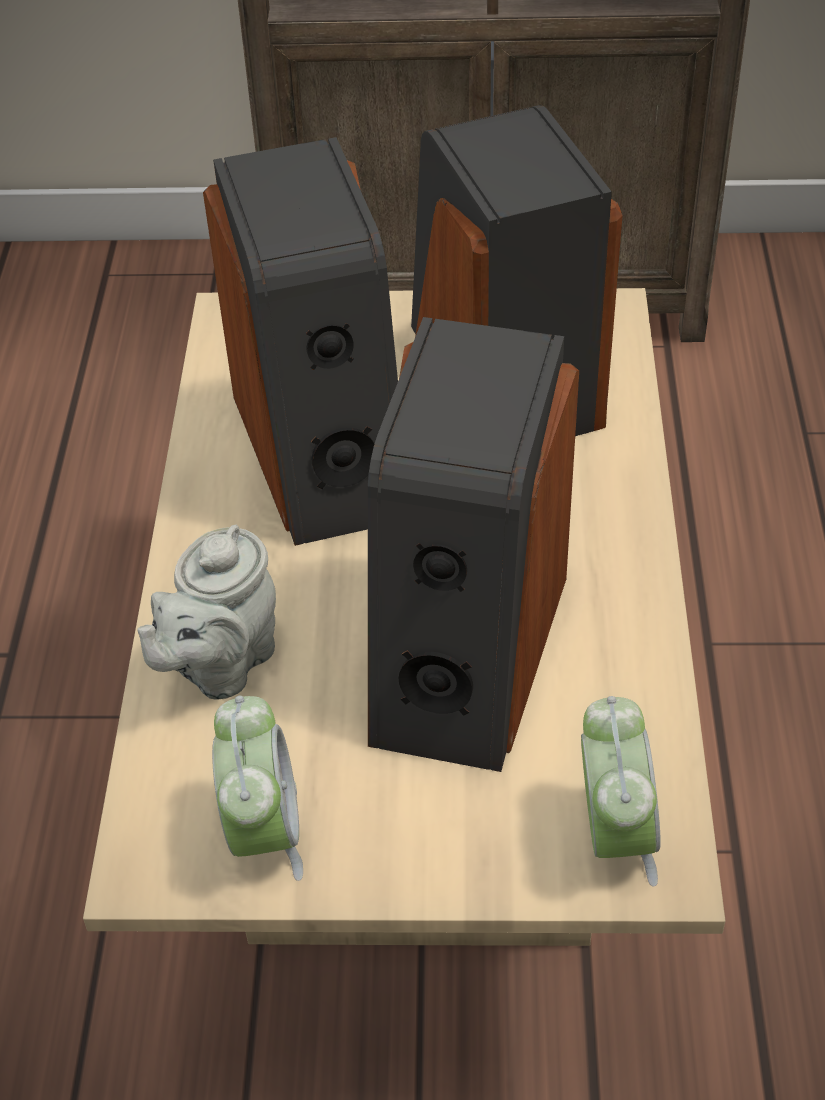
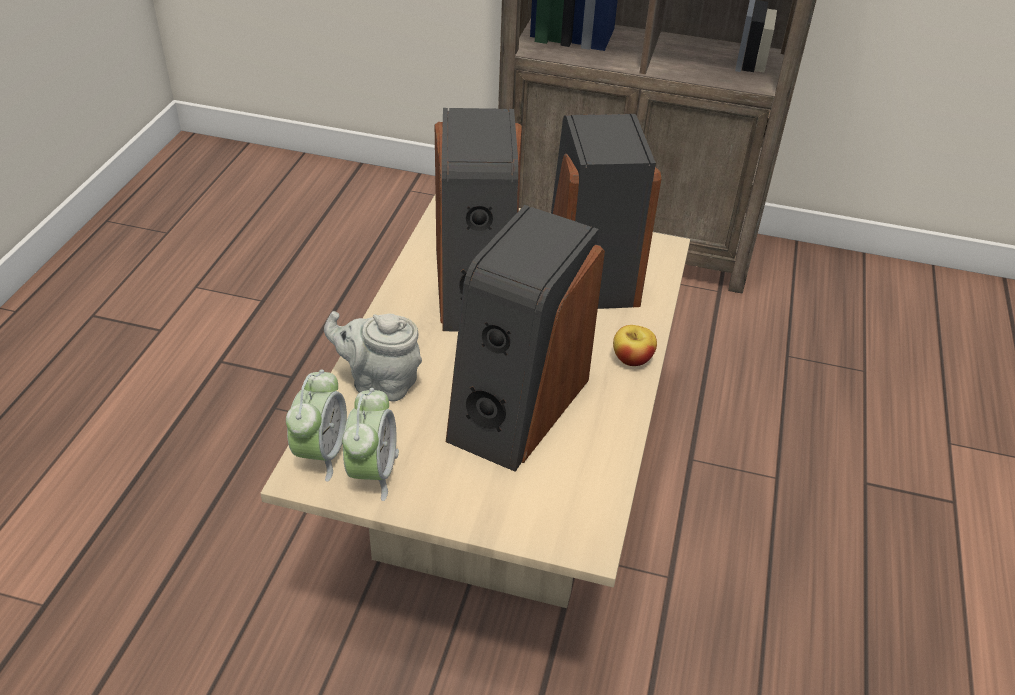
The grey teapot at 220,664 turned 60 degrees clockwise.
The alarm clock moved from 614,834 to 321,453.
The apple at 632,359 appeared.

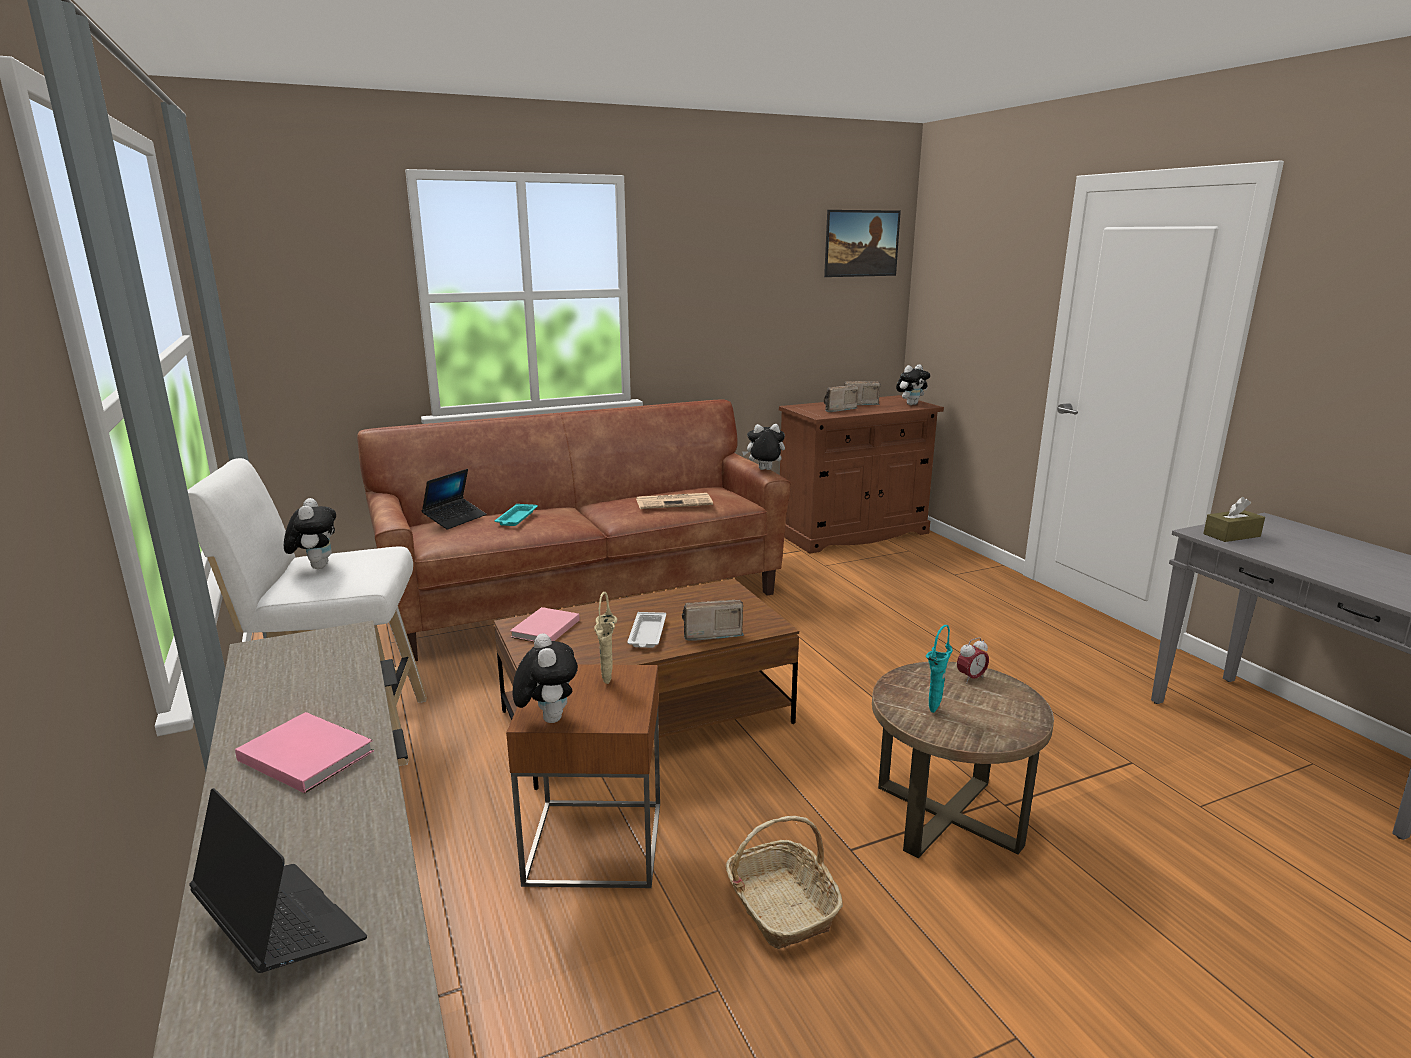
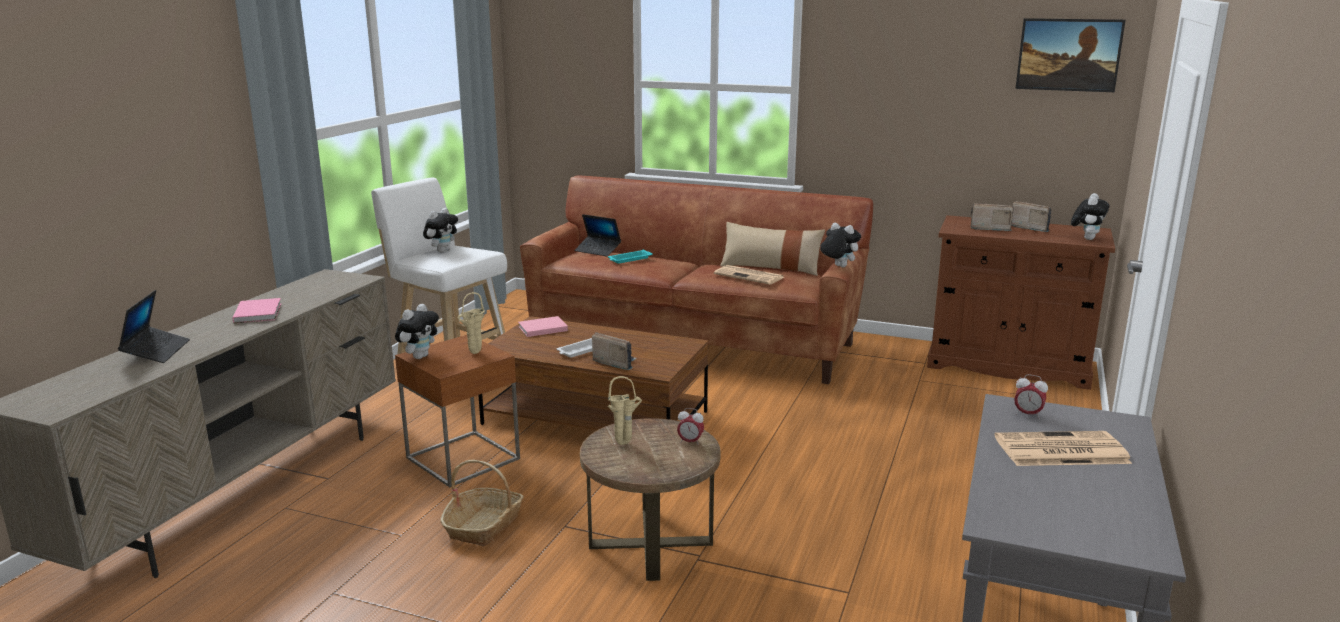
The laptop at 455,519 turned 45 degrees clockwise.
The plush toy at 911,404 turned 75 degrees counterclockwise.
The turquoise vase at 934,709 became the beige vase at 625,444.
The brown tissue box at 1231,535 was replaced by the alarm clock at 1027,414.
The beige pillow at 771,268 appeared.
The newspaper at 1059,450 appeared.

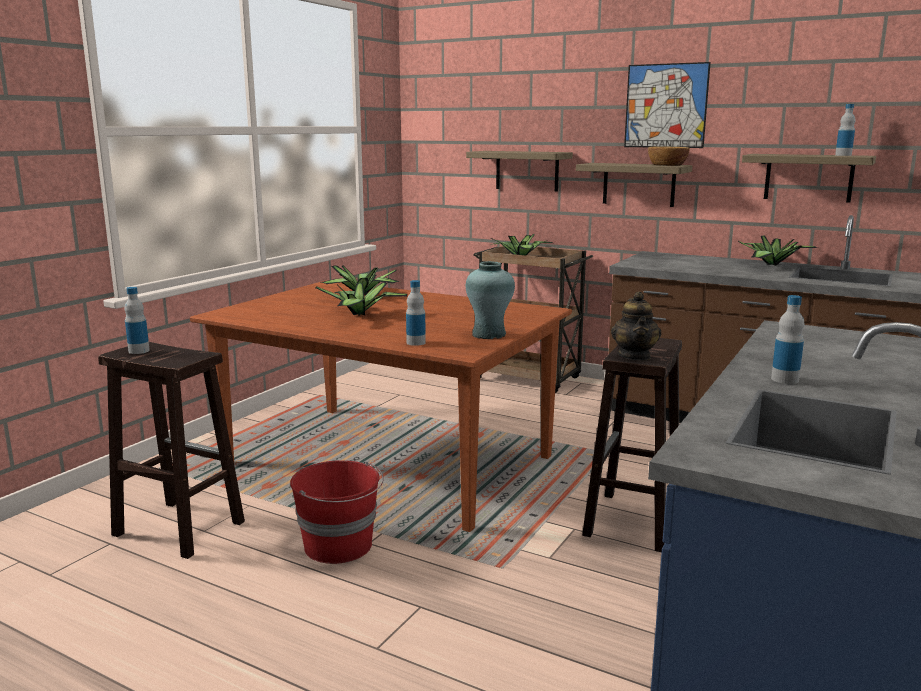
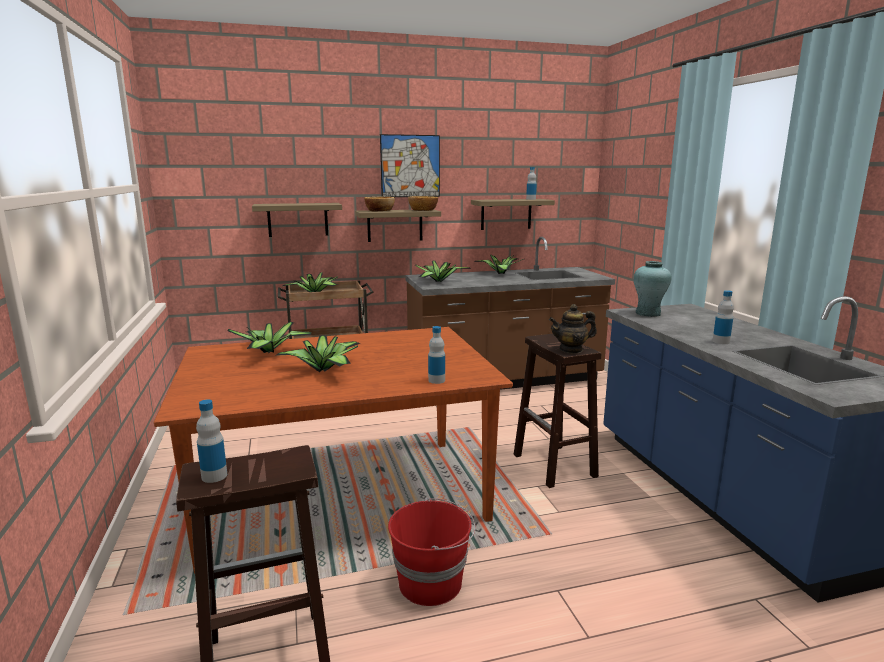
The turquoise vase moved from 489,334 to 648,313.
The teapot at 634,356 turned 120 degrees clockwise.
The bowl at 380,210 appeared.
The potted plant at 438,281 appeared.

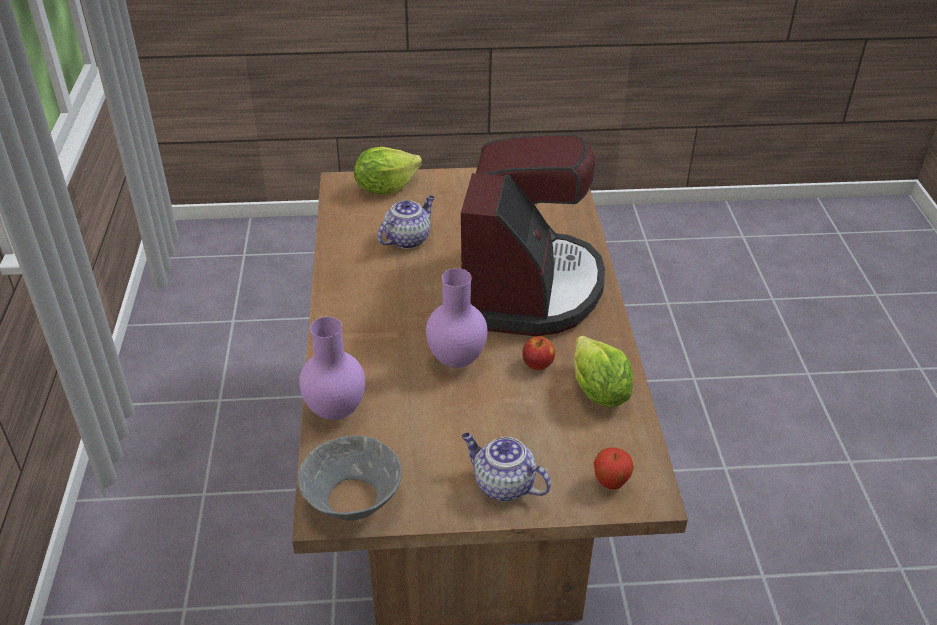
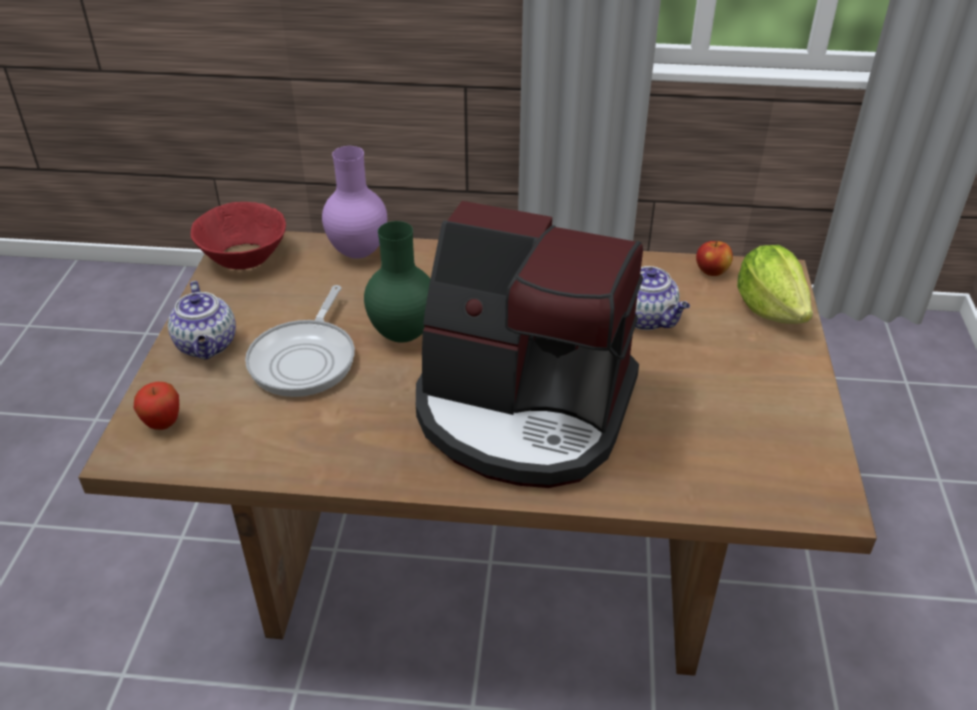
The grey bowl at 353,499 became the red bowl at 244,257.
The purple vase at 457,359 became the green vase at 404,336.
The teapot at 502,485 turned 120 degrees clockwise.
The apple moved from 537,365 to 712,271.
The lettuce at 598,392 disappeared.
The frying pan at 305,359 appeared.

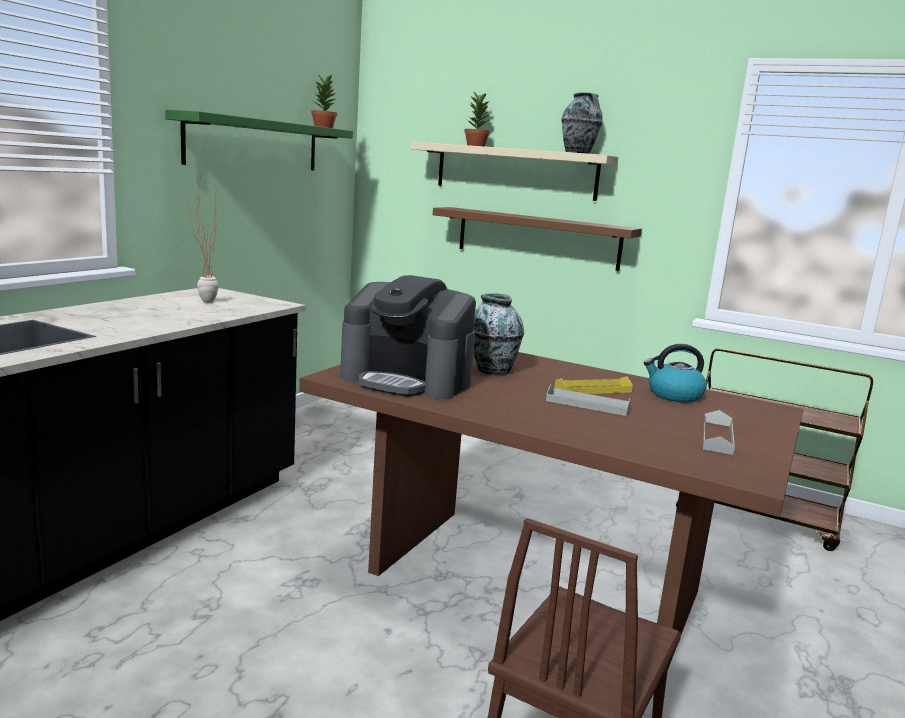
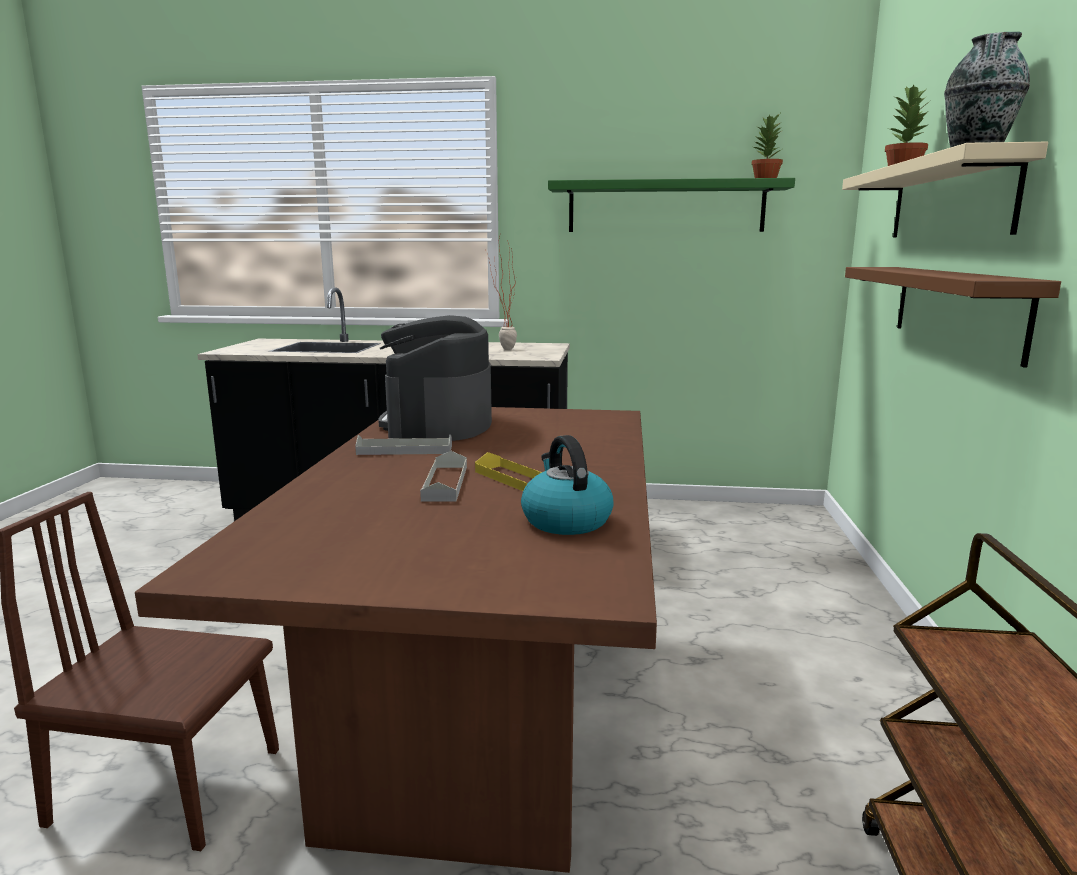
The vase at 492,370 disappeared.
The grey tray moved from 717,437 to 405,450.

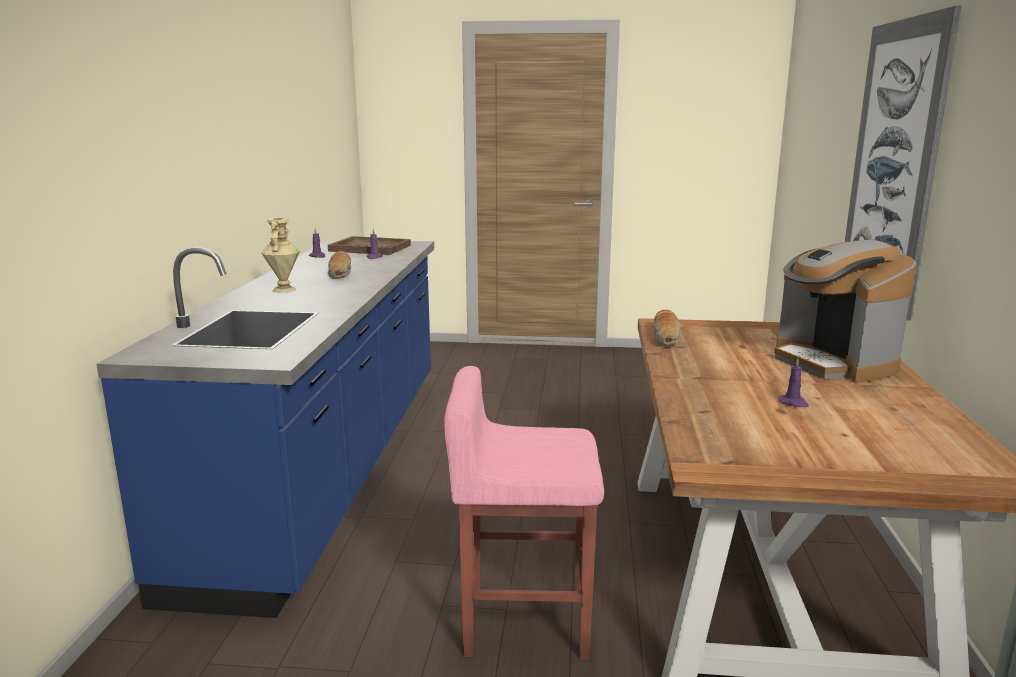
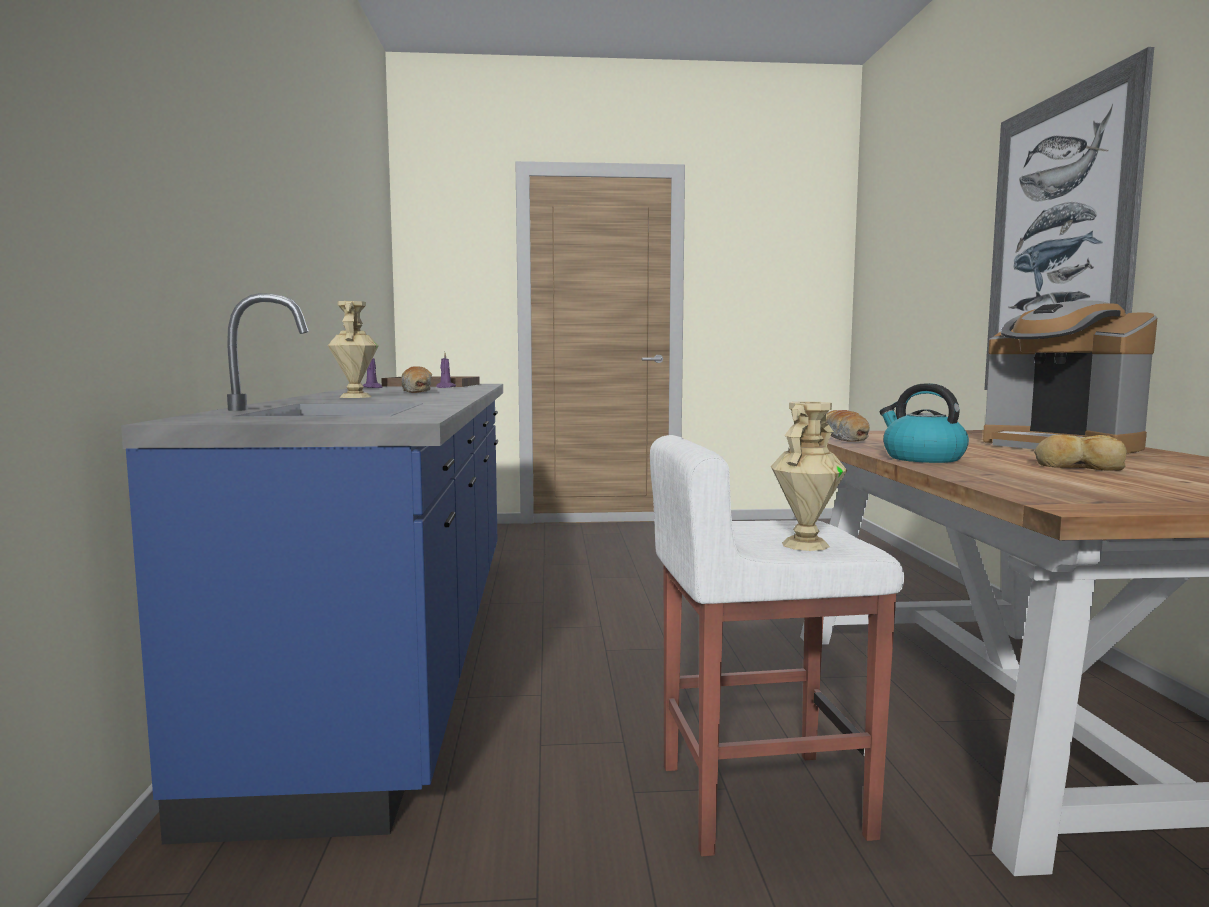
The pink stool at 524,621 became the white stool at 758,800.
The purple candle at 793,403 was replaced by the bread at 1077,466.
The beige vase at 804,544 appeared.
The kettle at 922,458 appeared.

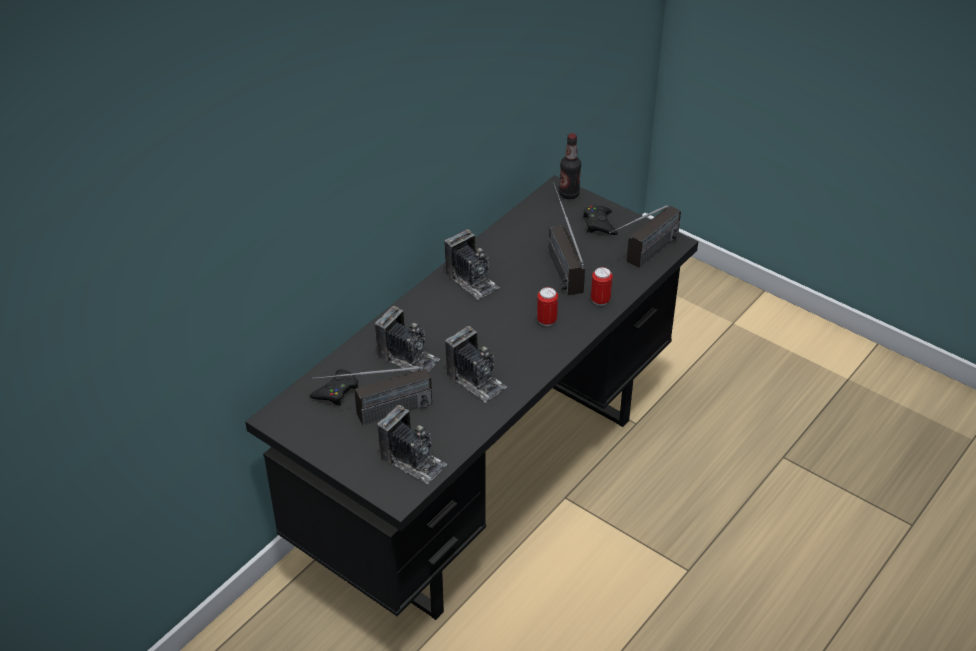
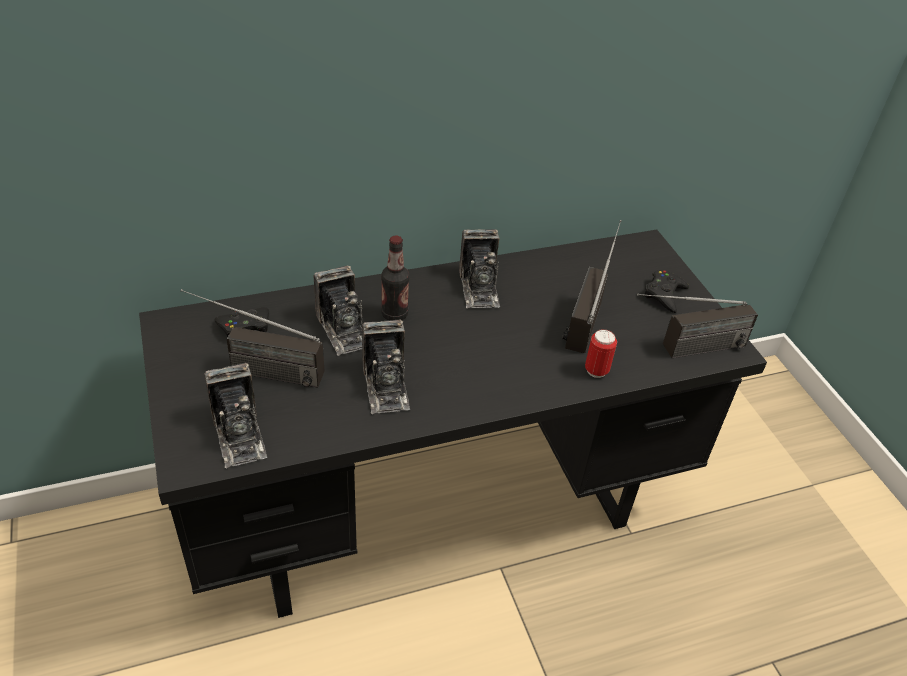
The can at 546,320 disappeared.
The bottle moved from 569,194 to 394,314.

